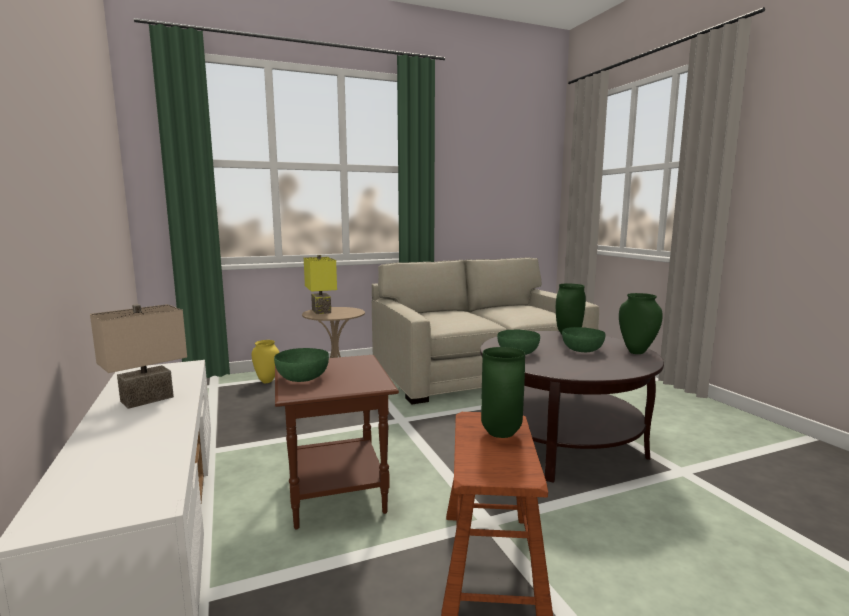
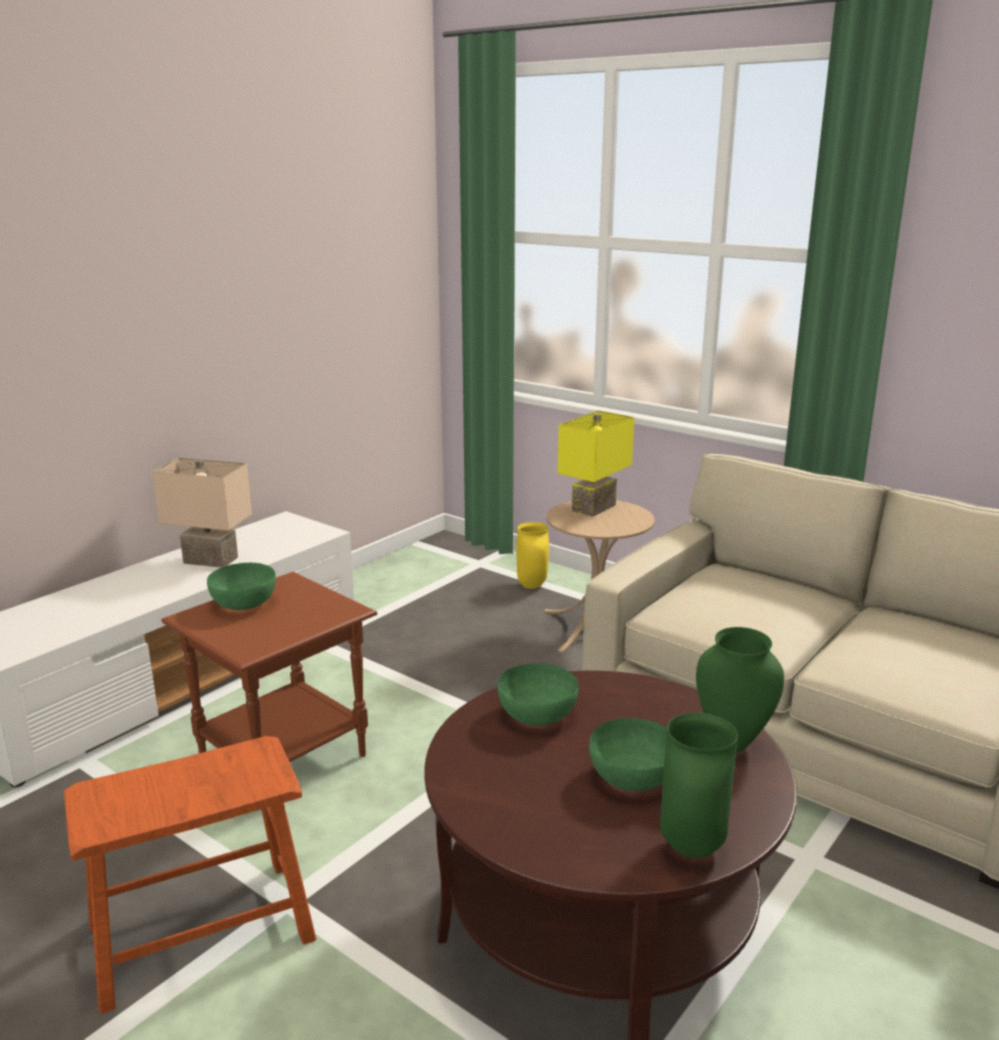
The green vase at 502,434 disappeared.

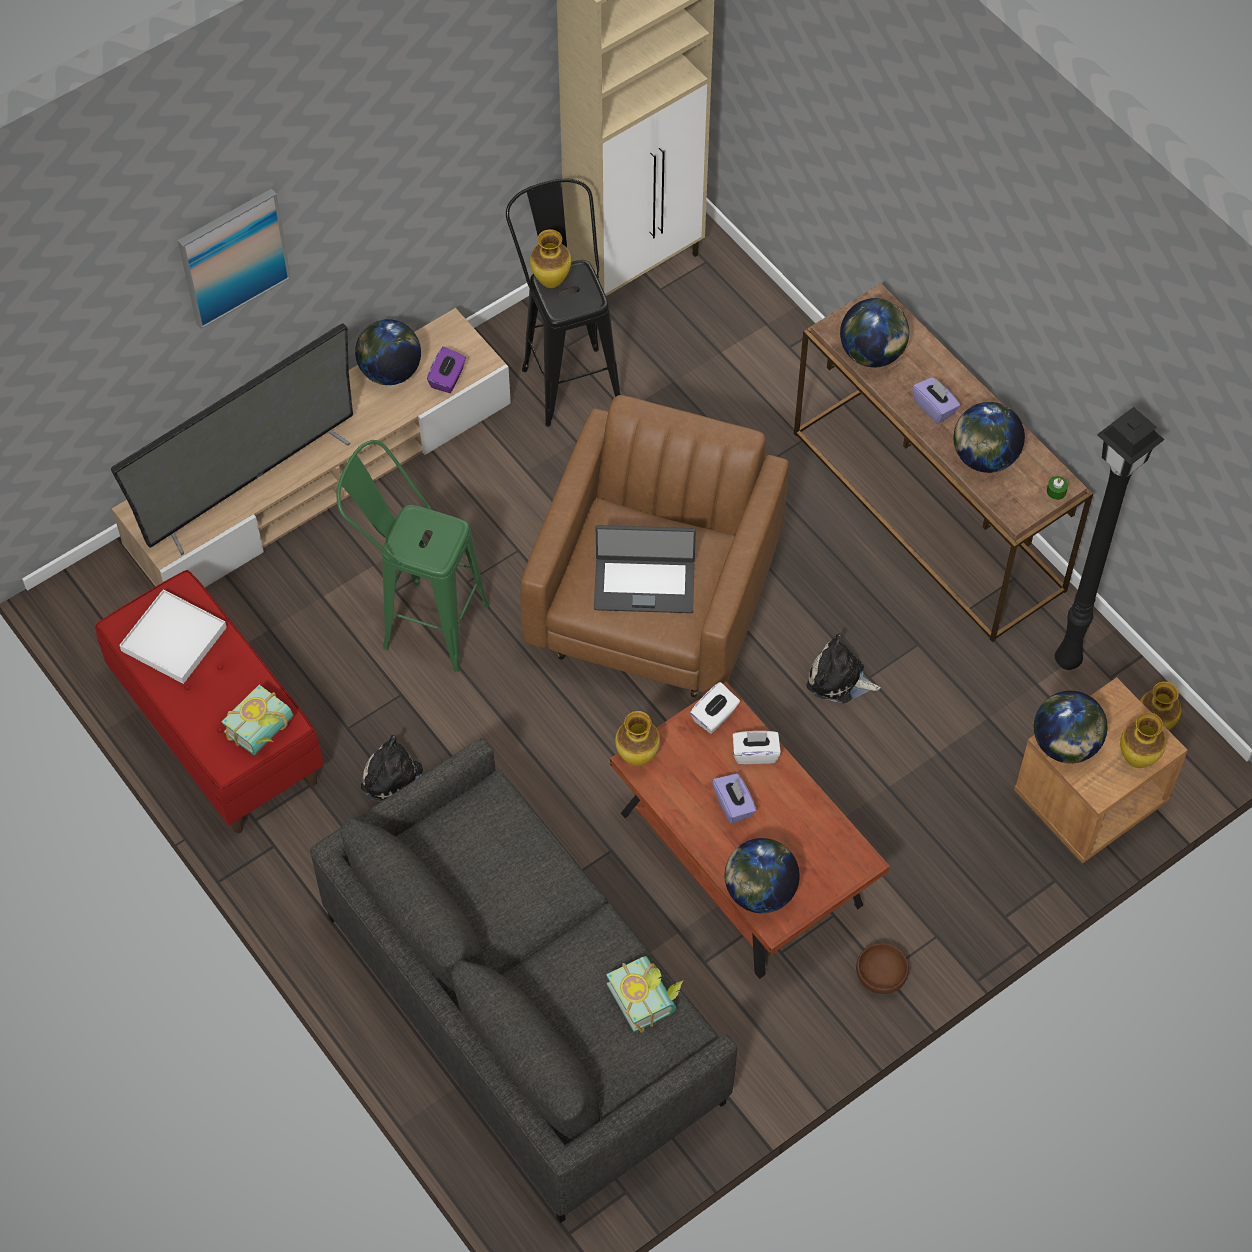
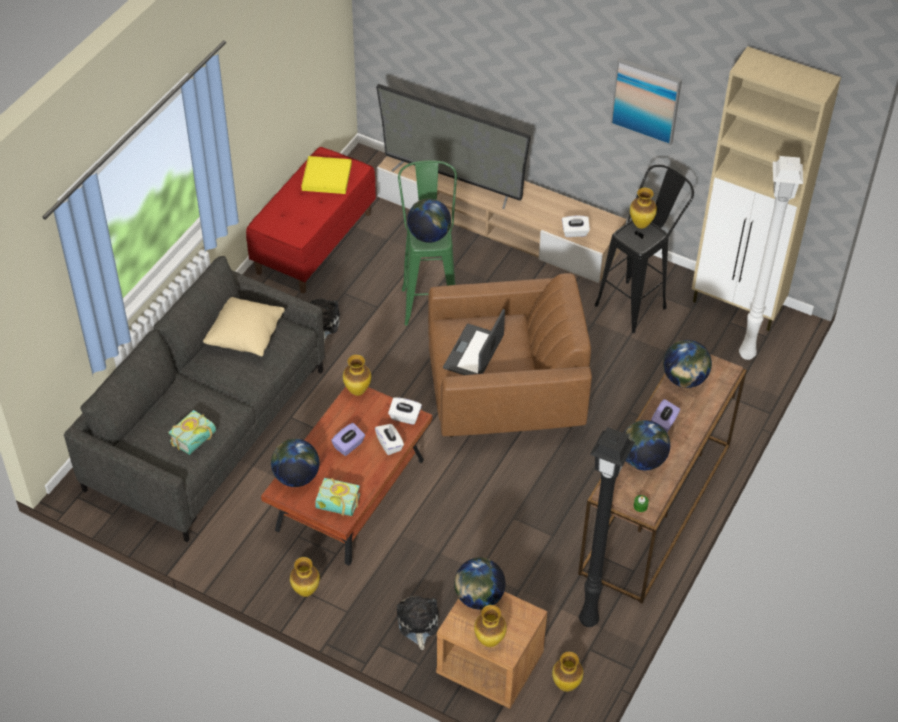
The white tray at 173,639 became the yellow tray at 326,177.
The picture moved from 233,257 to 646,100.
The book moved from 264,732 to 336,507.
The globe moved from 390,372 to 429,236.
The purple tissue box at 447,378 became the white tissue box at 575,232.
The laptop at 644,584 turned 45 degrees clockwise.
The plush toy moved from 839,679 to 417,624.
The brown bowl at 881,976 was replaced by the vase at 305,592.
The beige pillow at 245,337 appeared.
The white floor lamp at 746,353 appeared.

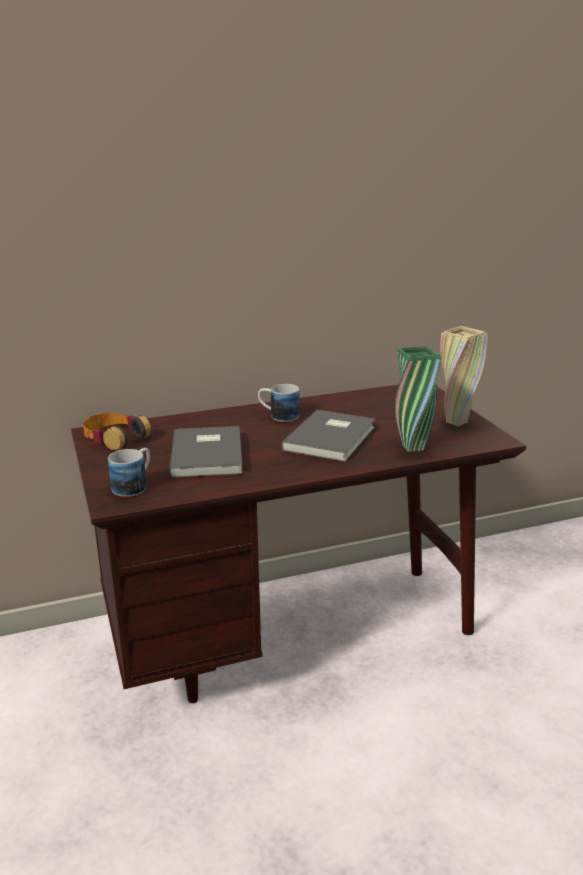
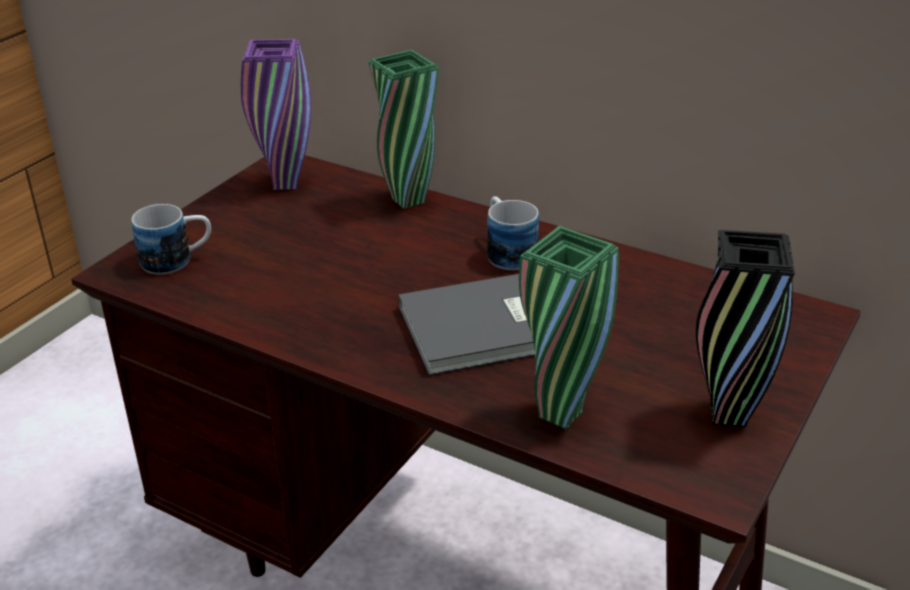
The headphones at 115,438 was replaced by the purple vase at 285,184.
The grey book at 209,454 disappeared.
The beige vase at 456,422 became the black vase at 728,415.
The green vase at 408,201 appeared.

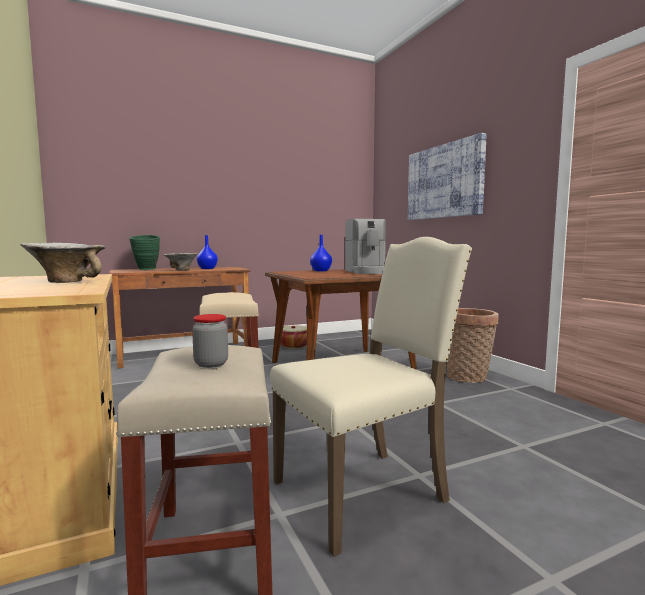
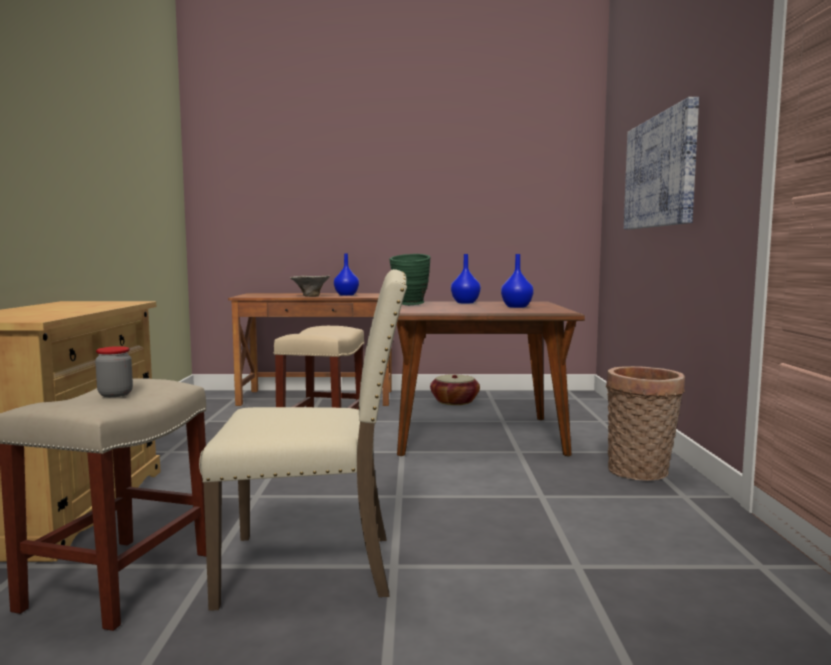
The bowl at 68,281 disappeared.
The green vase moved from 146,269 to 410,304.
The coffee machine at 368,272 was replaced by the blue vase at 517,307.

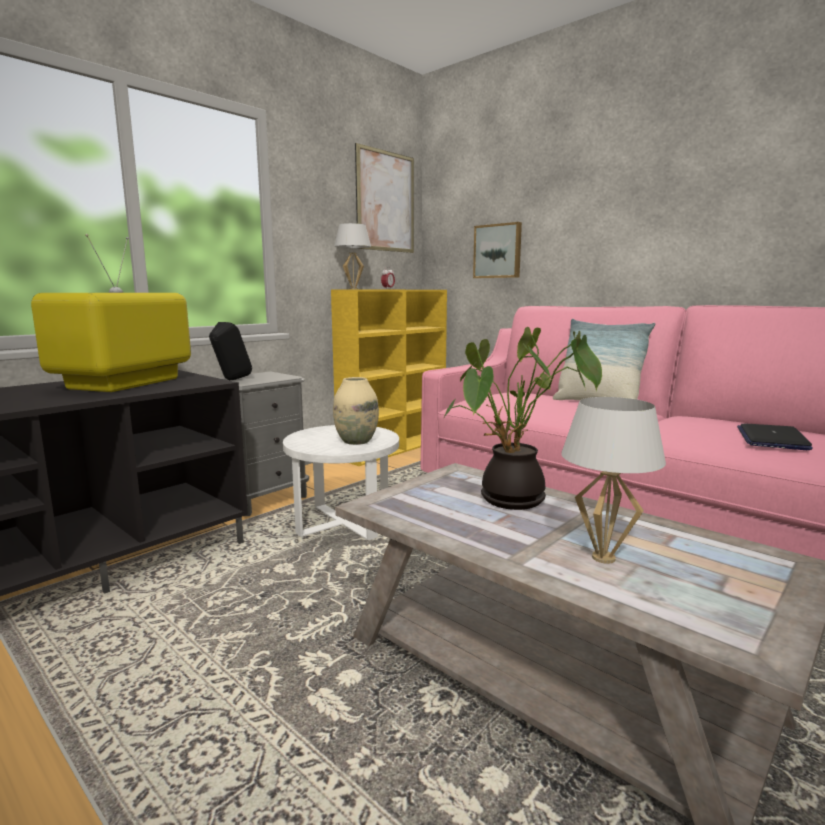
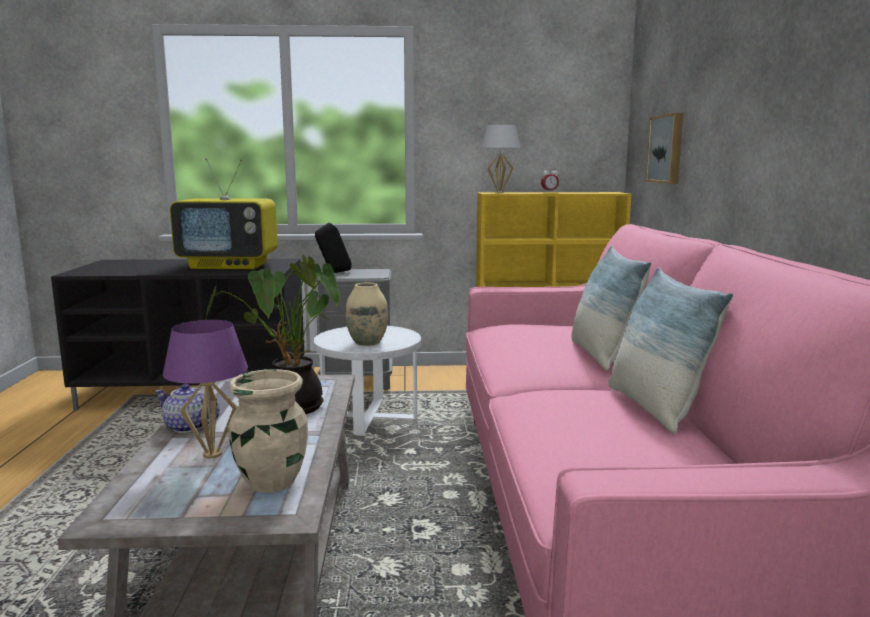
The television at 125,384 turned 150 degrees counterclockwise.
The picture at 385,201 disappeared.
The white table lamp at 603,558 became the purple table lamp at 212,454.
The laptop at 771,438 disappeared.
The teapot at 188,427 appeared.
The beige vase at 270,482 appeared.
The pillow at 654,408 appeared.

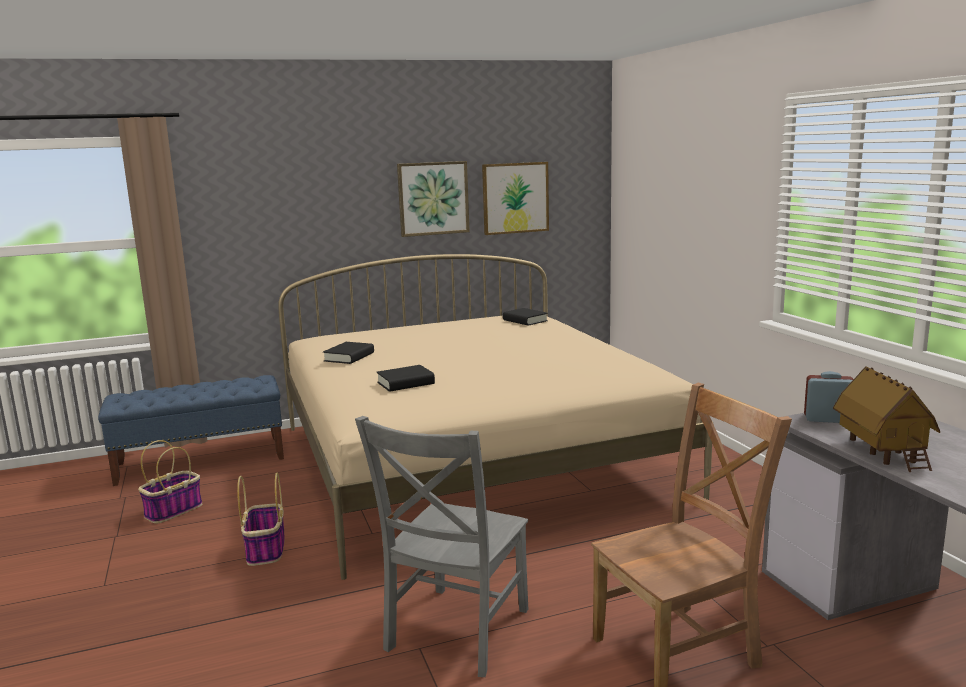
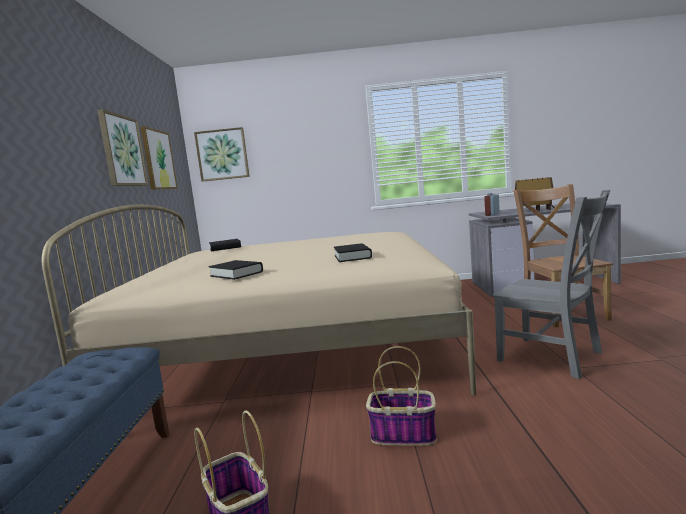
The picture at 222,154 appeared.

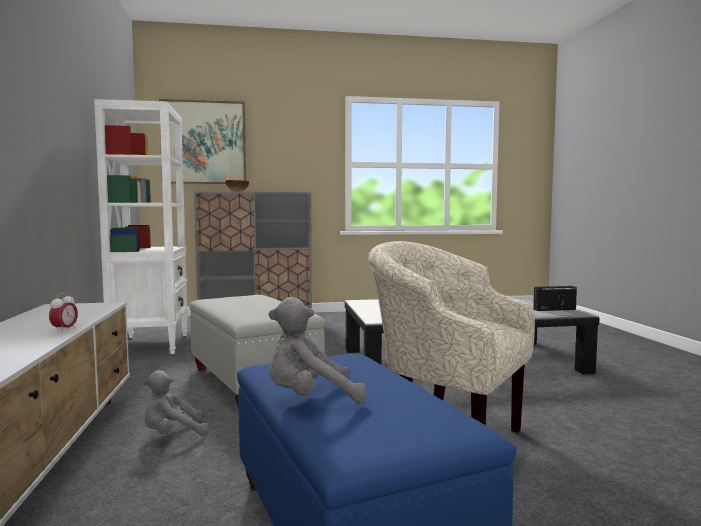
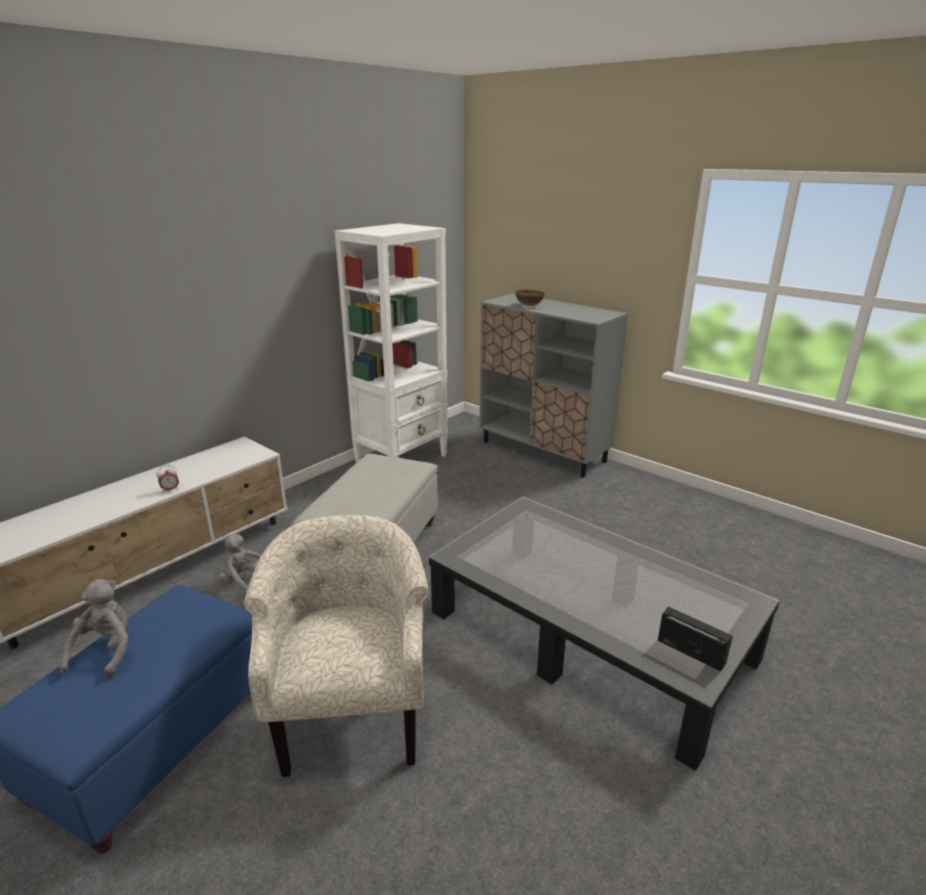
The picture at 203,142 disappeared.
The grey plush toy at 310,399 turned 60 degrees clockwise.

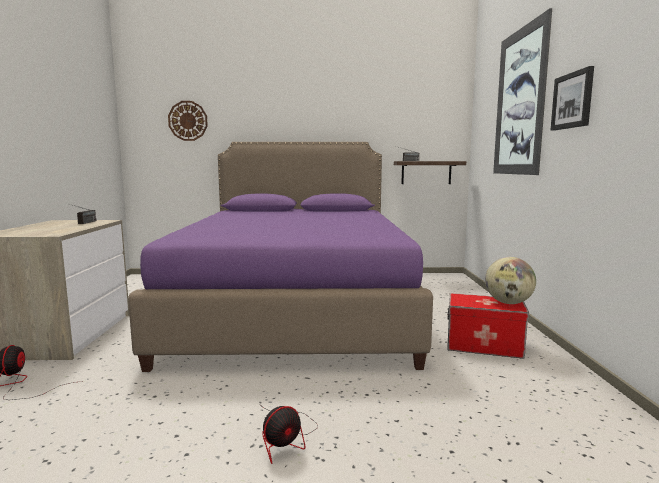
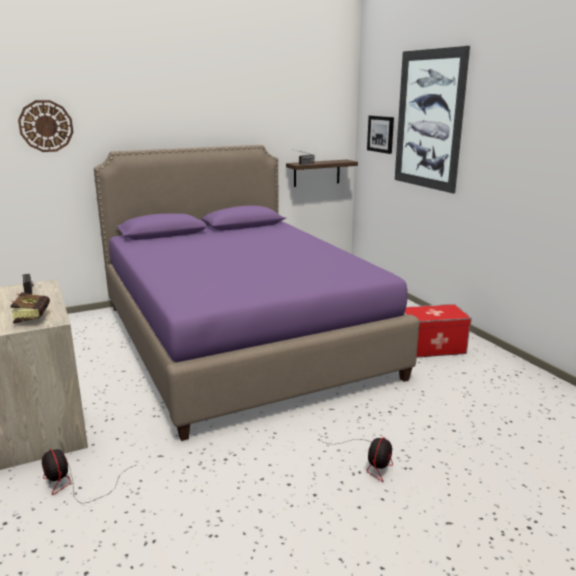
The globe at 508,303 disappeared.
The picture moved from 572,100 to 381,134.
The book at 33,317 appeared.

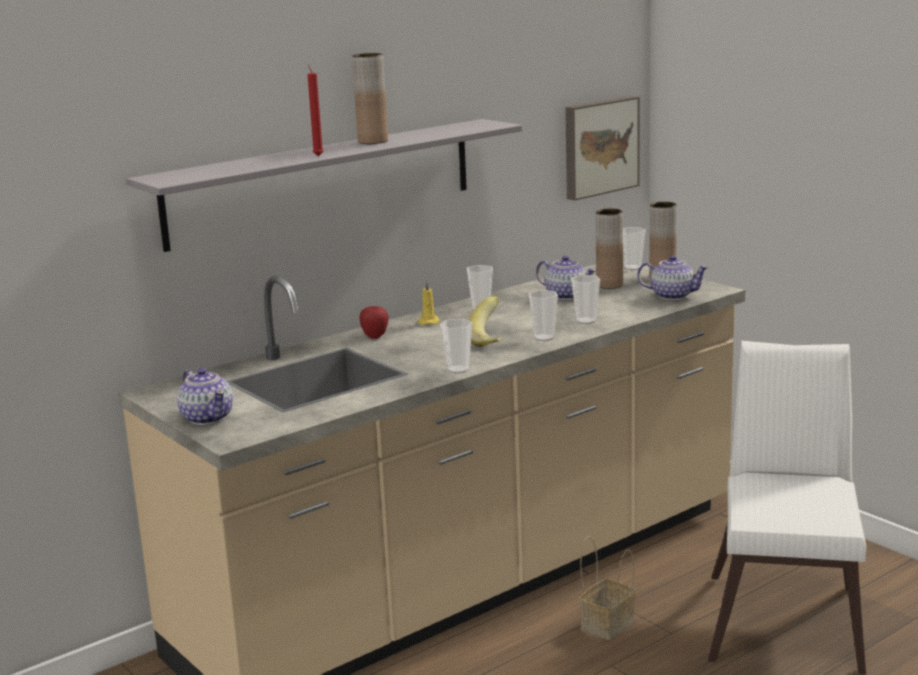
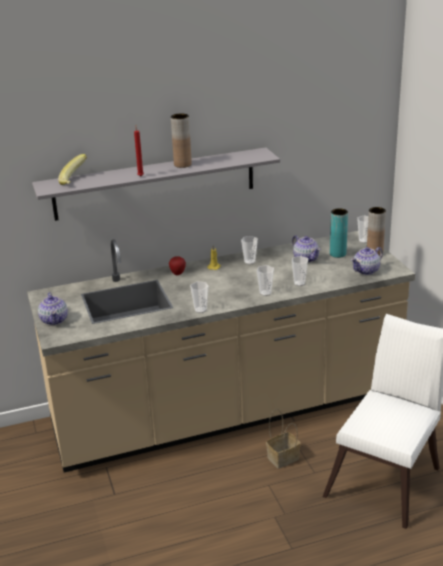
The banana moved from 492,340 to 75,181.
The picture at 599,146 disappeared.
The brown vase at 609,285 became the turquoise vase at 338,254.
The teapot at 672,295 turned 105 degrees clockwise.

